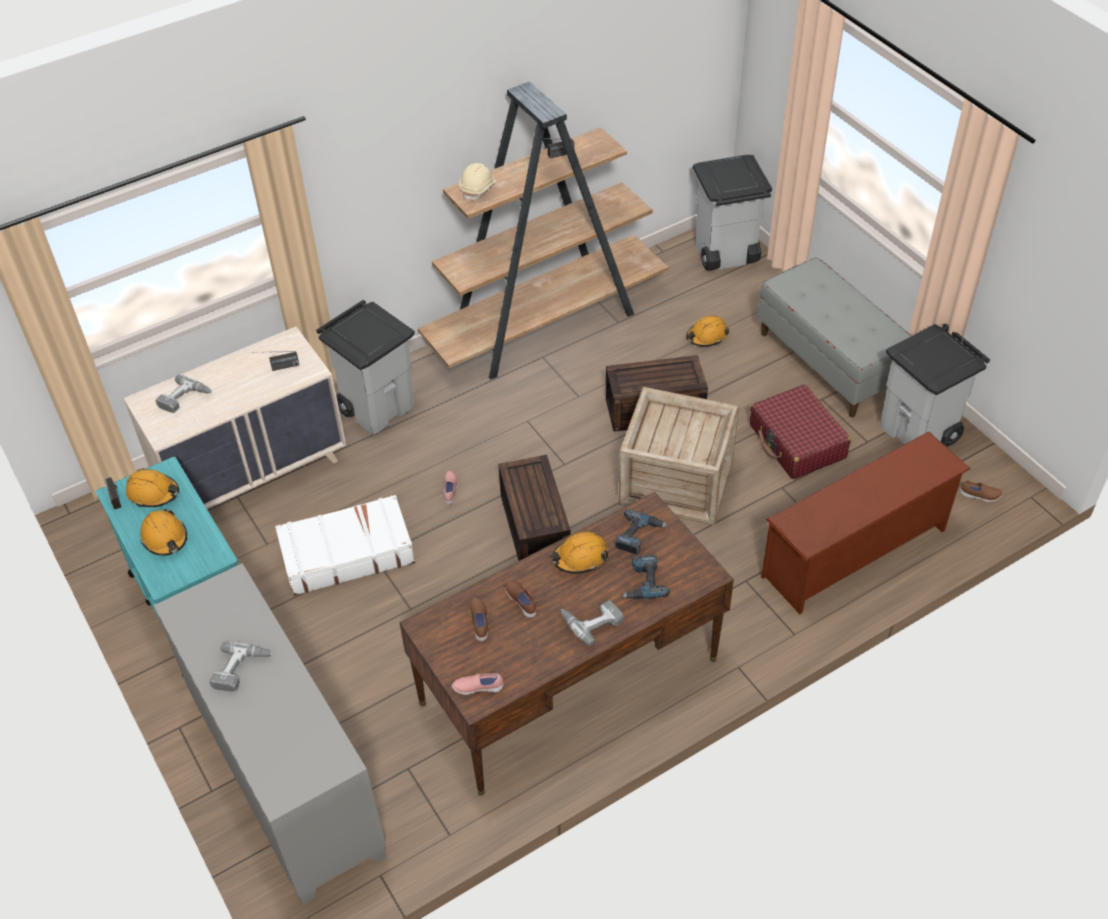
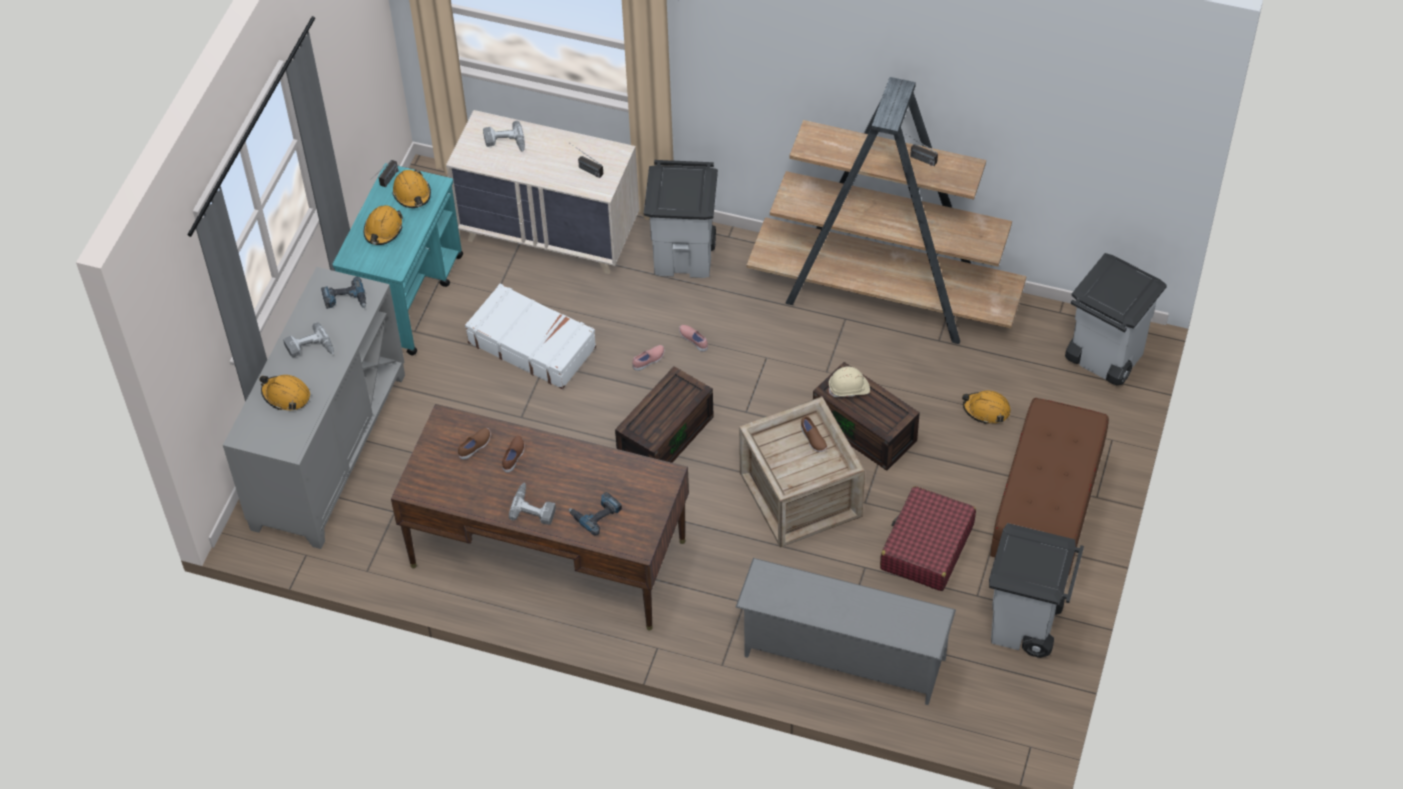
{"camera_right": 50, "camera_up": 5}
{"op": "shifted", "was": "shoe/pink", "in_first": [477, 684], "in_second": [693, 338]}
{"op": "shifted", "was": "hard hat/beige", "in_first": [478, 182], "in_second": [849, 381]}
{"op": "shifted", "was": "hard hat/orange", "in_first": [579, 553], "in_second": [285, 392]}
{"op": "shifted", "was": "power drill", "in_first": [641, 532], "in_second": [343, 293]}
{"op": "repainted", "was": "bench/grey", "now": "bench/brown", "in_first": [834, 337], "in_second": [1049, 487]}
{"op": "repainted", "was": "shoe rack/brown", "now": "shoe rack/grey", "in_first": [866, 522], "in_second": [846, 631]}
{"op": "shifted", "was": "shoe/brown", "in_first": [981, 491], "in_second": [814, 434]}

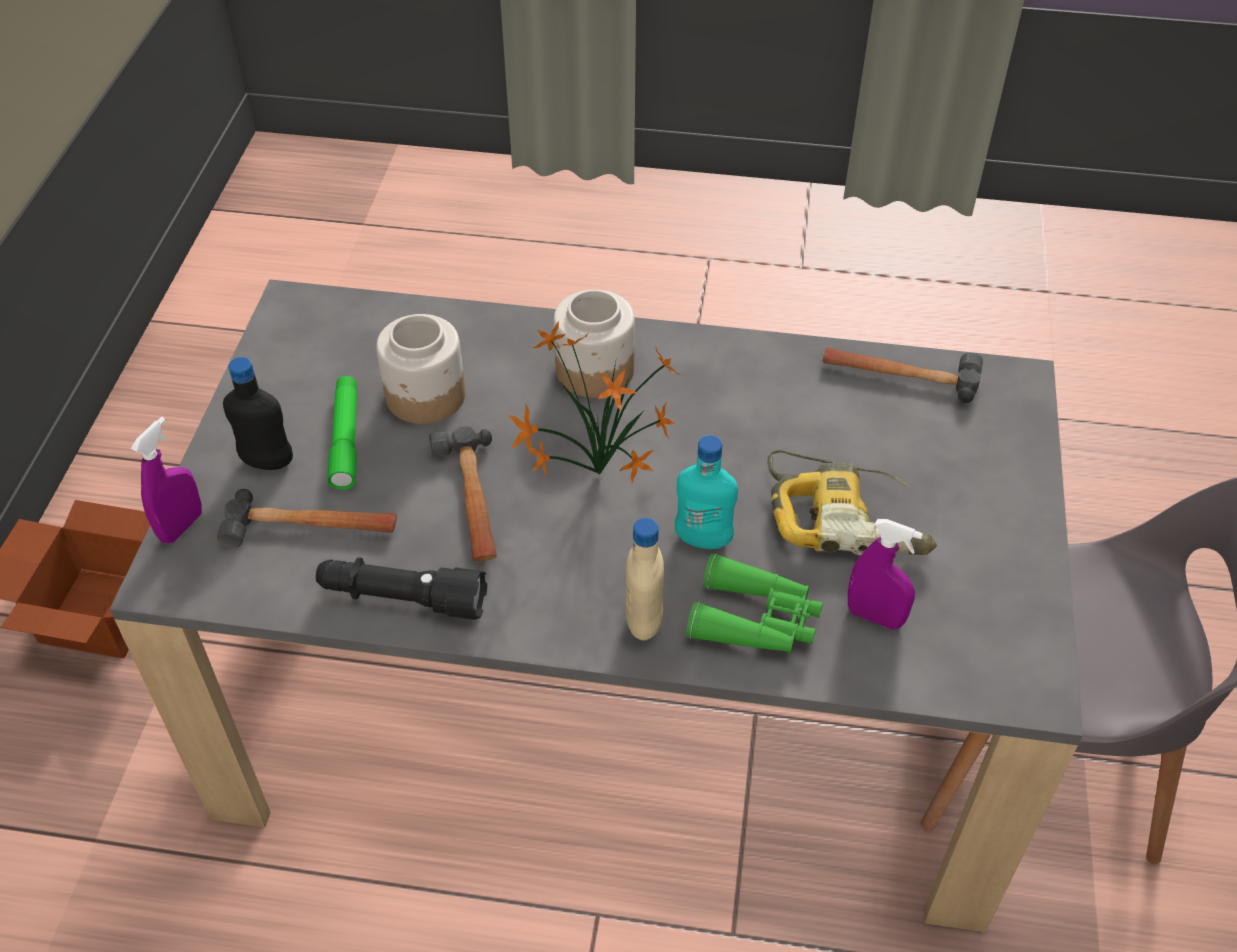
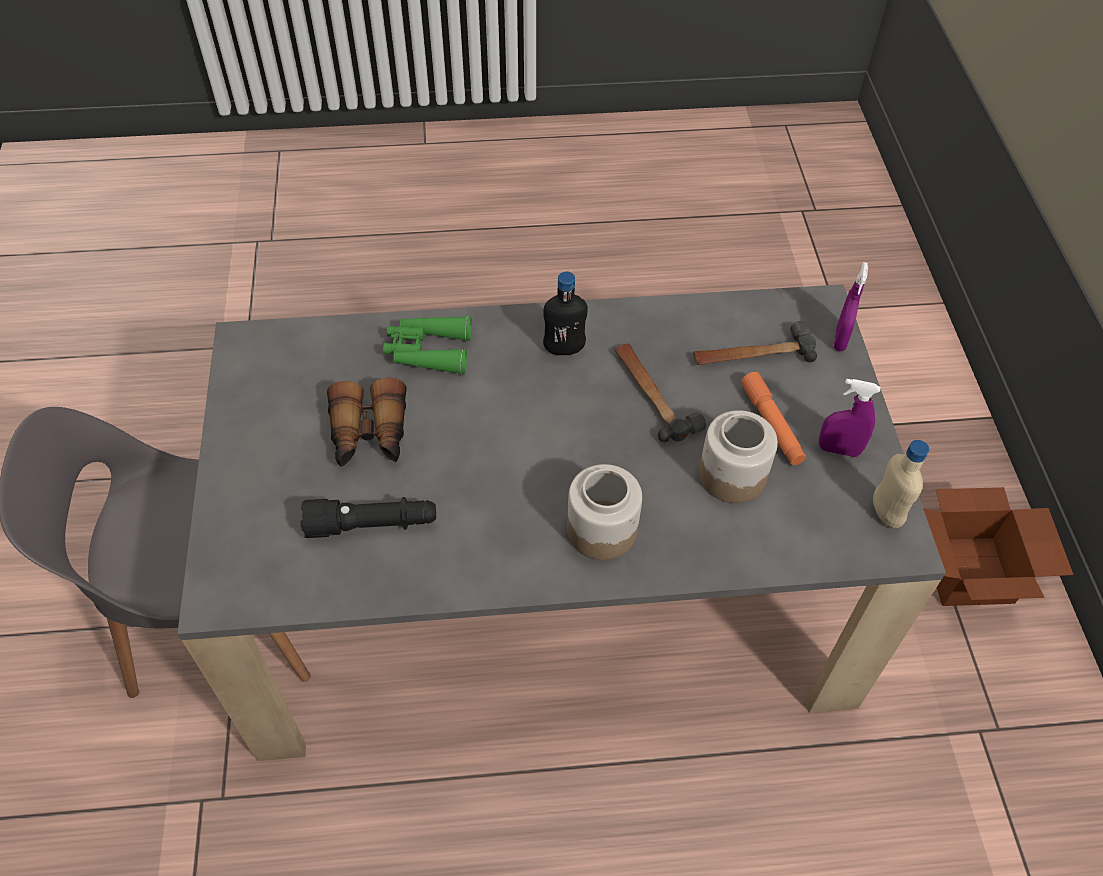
{"camera_right": 165, "camera_up": 5}
{"op": "shifted", "was": "bottle/black", "in_first": [258, 413], "in_second": [565, 313]}
{"op": "shifted", "was": "flashlight/black", "in_first": [401, 589], "in_second": [368, 517]}
{"op": "repainted", "was": "flashlight/green", "now": "flashlight/orange", "in_first": [342, 433], "in_second": [773, 418]}
{"op": "gone", "was": "potted plant", "in_first": [594, 402]}
{"op": "shifted", "was": "bottle/beige", "in_first": [645, 579], "in_second": [901, 484]}
{"op": "gone", "was": "bottle/turquoise", "in_first": [706, 492]}
{"op": "swapped", "was": "power drill", "now": "binoculars", "in_first": [852, 502], "in_second": [367, 422]}
{"op": "gone", "was": "hammer", "in_first": [902, 375]}
{"op": "shifted", "was": "spray bottle/purple", "in_first": [885, 574], "in_second": [849, 418]}

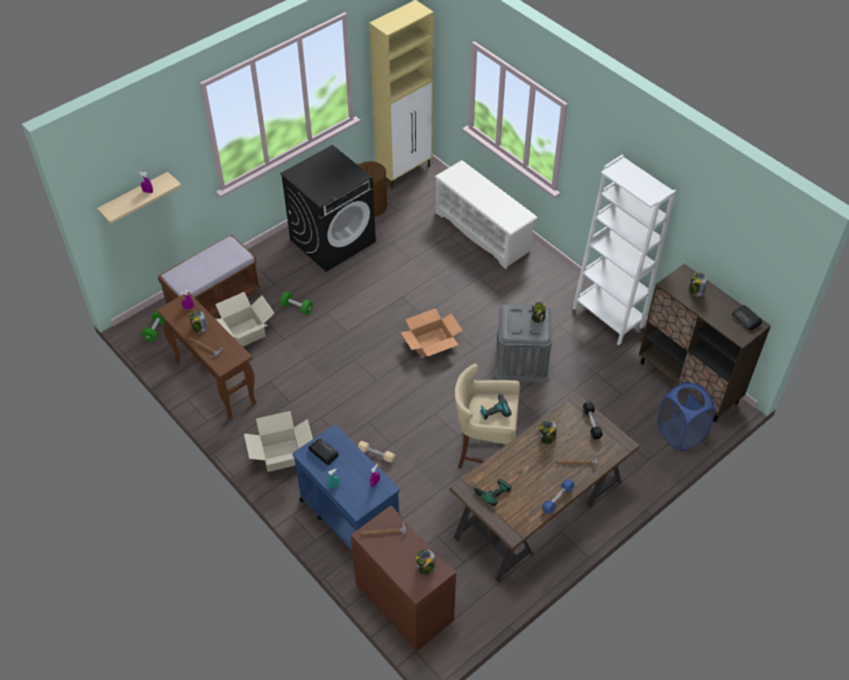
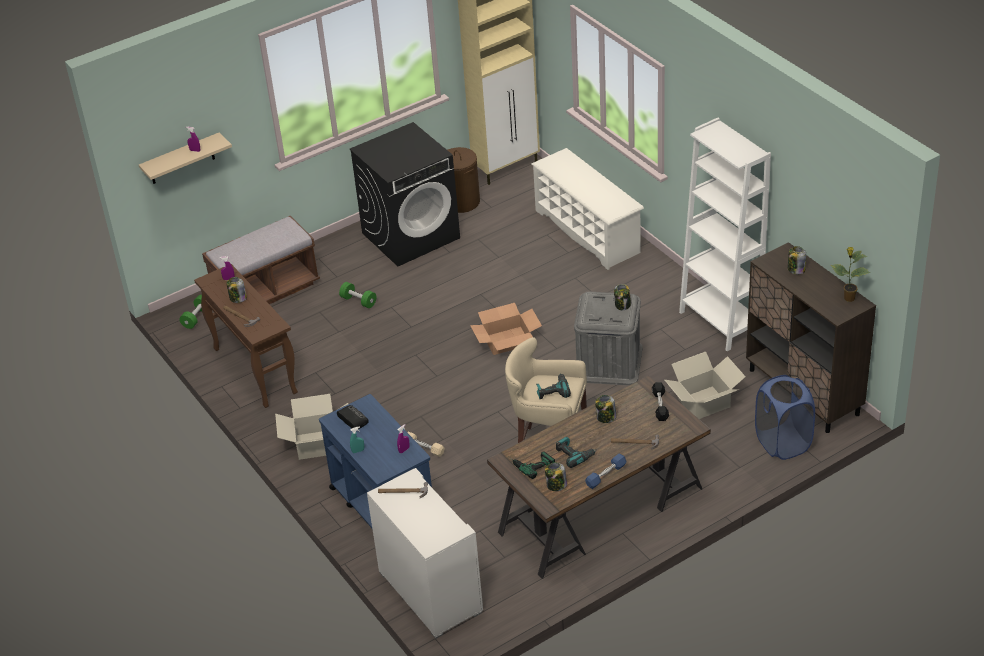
{"camera_right": 10, "camera_up": -10}
{"op": "shifted", "was": "cardboard box", "in_first": [244, 319], "in_second": [705, 385]}
{"op": "repainted", "was": "dresser/brown", "now": "dresser/white", "in_first": [403, 579], "in_second": [425, 553]}
{"op": "shifted", "was": "jar", "in_first": [426, 562], "in_second": [556, 476]}
{"op": "swapped", "was": "radio", "now": "potted plant", "in_first": [747, 317], "in_second": [850, 274]}
{"op": "new", "now": "power drill", "in_second": [576, 452]}

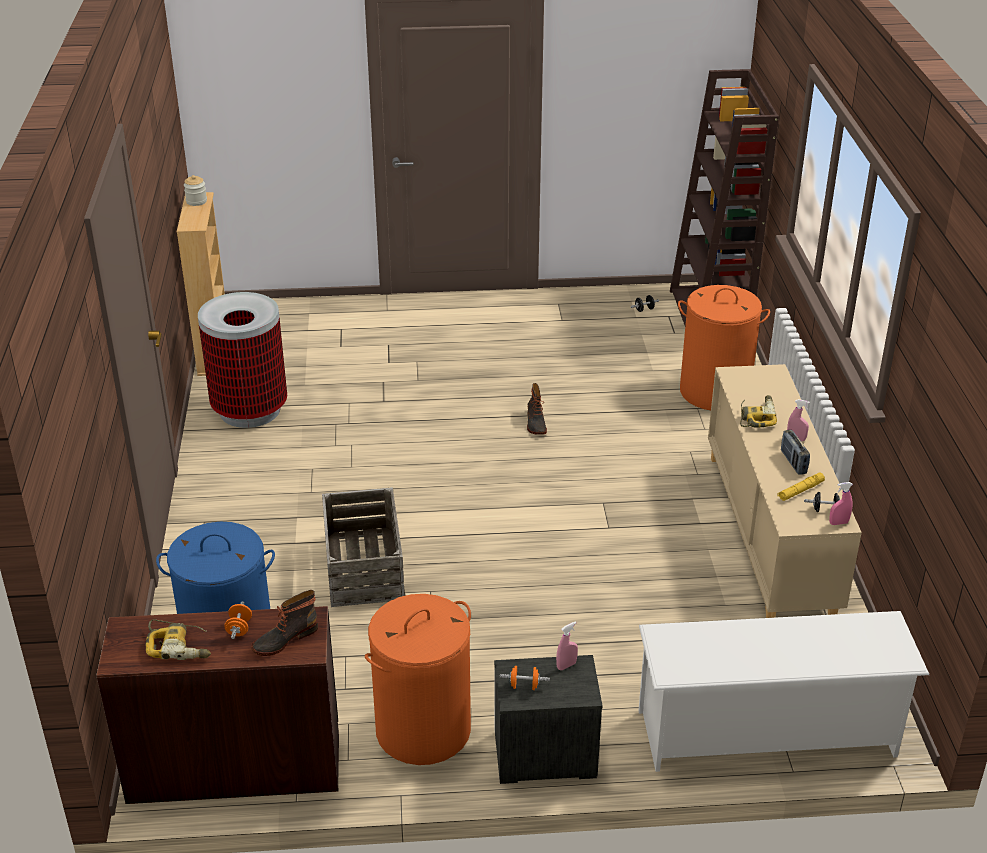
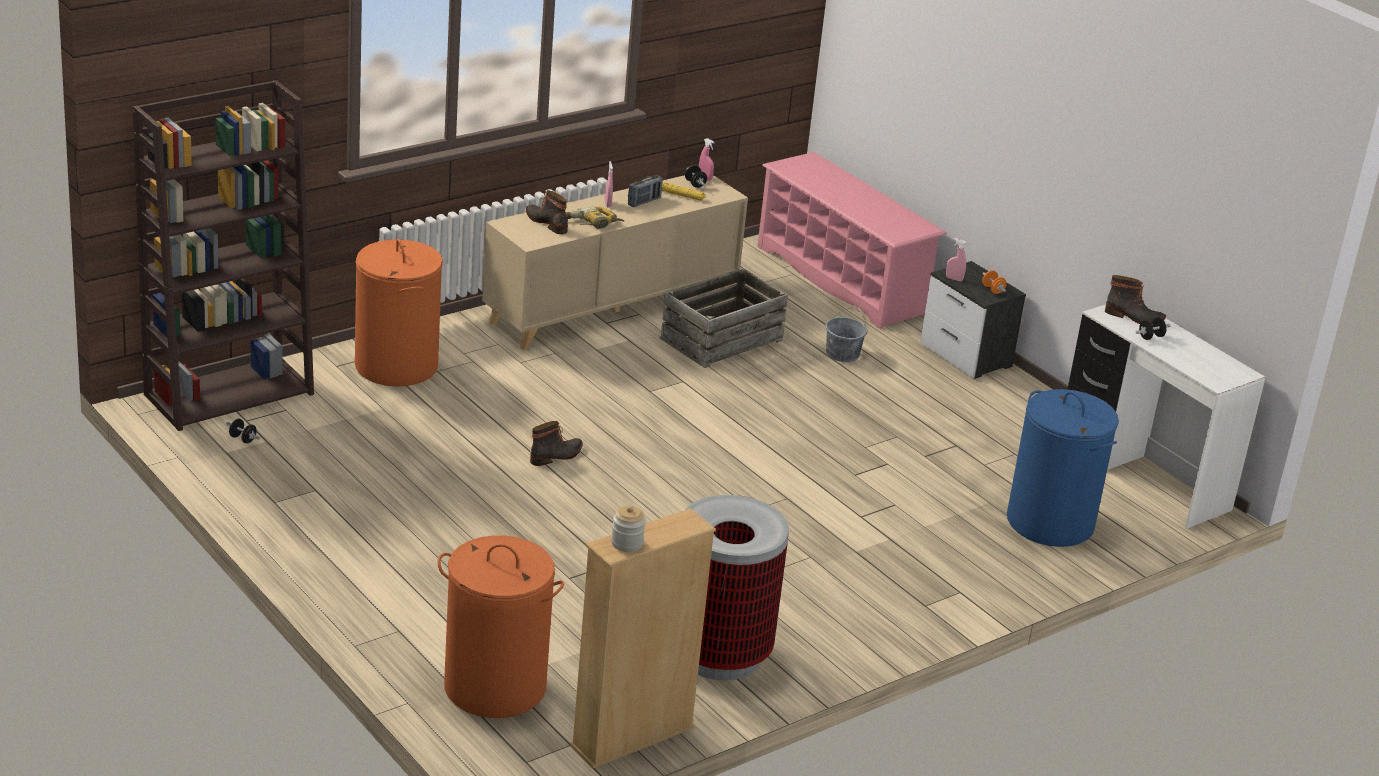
{"camera_right": -125, "camera_up": -5}
{"op": "repainted", "was": "desk/brown", "now": "desk/white", "in_first": [217, 705], "in_second": [1166, 417]}
{"op": "gone", "was": "power drill", "in_first": [178, 639]}
{"op": "repainted", "was": "dumbbell/orange", "now": "dumbbell/black", "in_first": [238, 620], "in_second": [1153, 329]}
{"op": "shifted", "was": "crate", "in_first": [364, 547], "in_second": [724, 318]}
{"op": "shifted", "was": "laundry basket/orange", "in_first": [418, 679], "in_second": [501, 626]}
{"op": "repainted", "was": "shoe rack/white", "now": "shoe rack/pink", "in_first": [783, 691], "in_second": [852, 240]}
{"op": "new", "now": "boot", "in_second": [547, 212]}
{"op": "new", "now": "bucket/grey", "in_second": [846, 335]}

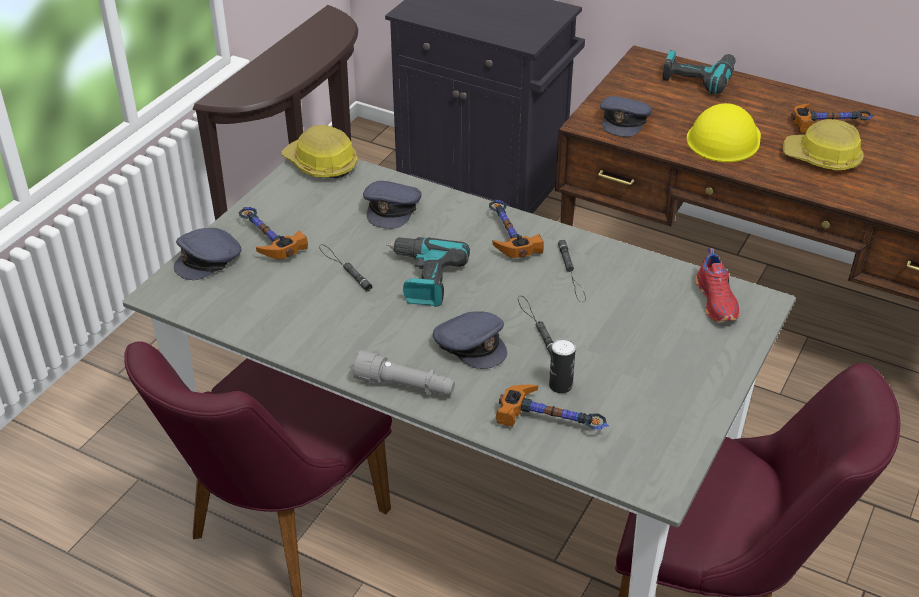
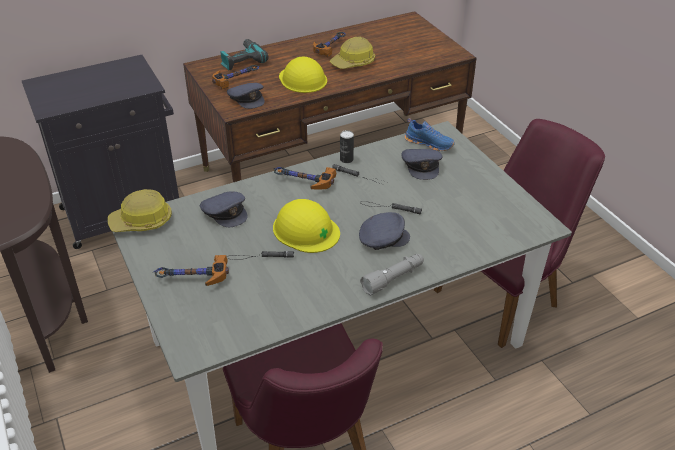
{"camera_right": -55, "camera_up": 0}
{"op": "shifted", "was": "cap/grey", "in_first": [208, 254], "in_second": [421, 164]}
{"op": "swapped", "was": "power drill", "now": "hard hat/yellow", "in_first": [428, 272], "in_second": [306, 226]}
{"op": "shifted", "was": "hammer", "in_first": [552, 407], "in_second": [236, 77]}
{"op": "shifted", "was": "can", "in_first": [562, 365], "in_second": [347, 146]}
{"op": "repainted", "was": "shoe/red", "now": "shoe/blue", "in_first": [717, 285], "in_second": [430, 134]}

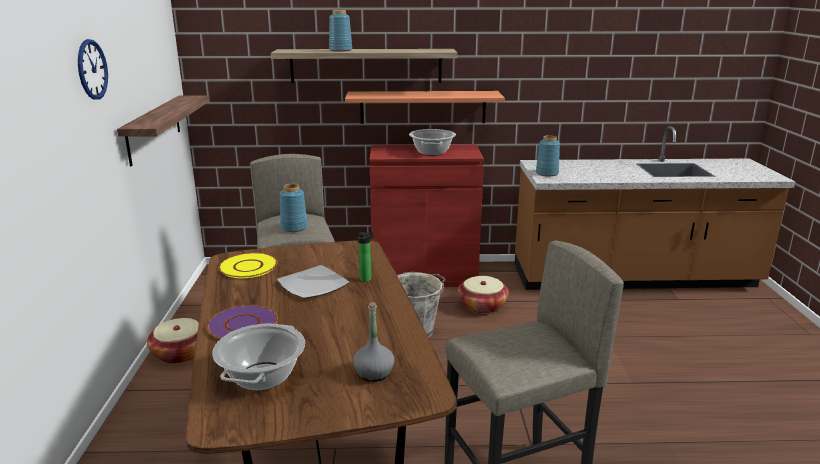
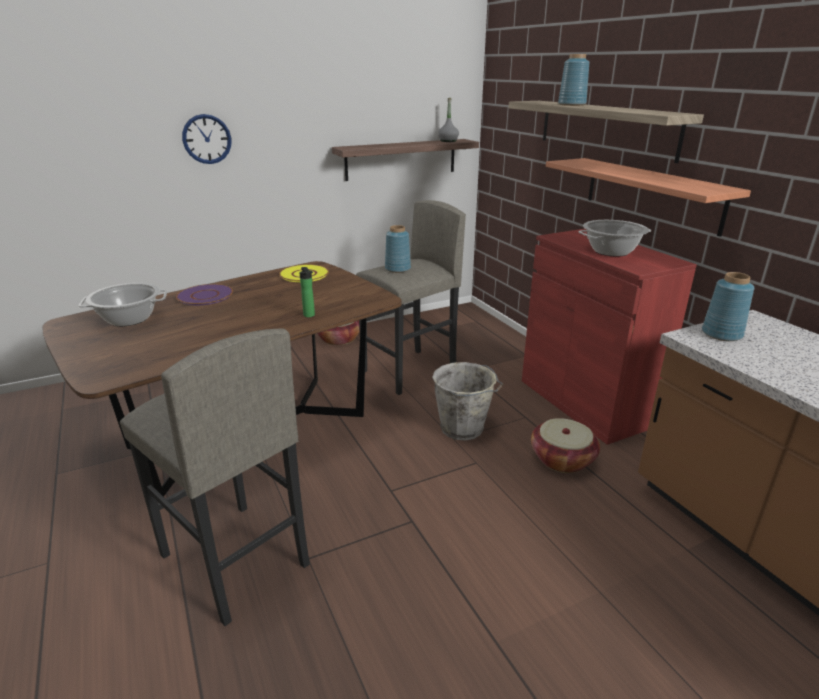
{"camera_right": 65, "camera_up": 5}
{"op": "shifted", "was": "wall clock", "in_first": [93, 69], "in_second": [206, 139]}
{"op": "gone", "was": "plate", "in_first": [313, 282]}
{"op": "shifted", "was": "bottle/grey", "in_first": [373, 342], "in_second": [448, 120]}

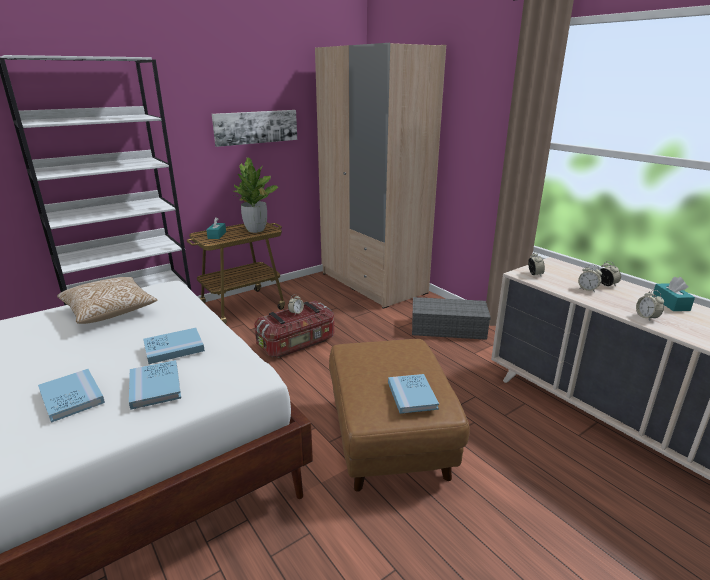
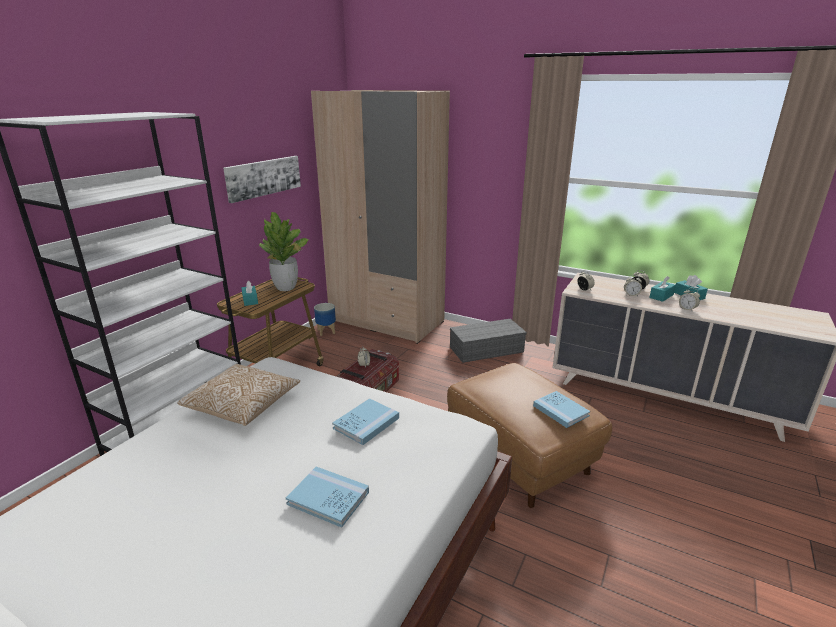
{"camera_right": -25, "camera_up": 0}
{"op": "gone", "was": "book/blue", "in_first": [155, 385]}
{"op": "new", "now": "planter", "in_second": [325, 319]}
{"op": "new", "now": "tissue box/turquoise", "in_second": [662, 289]}

